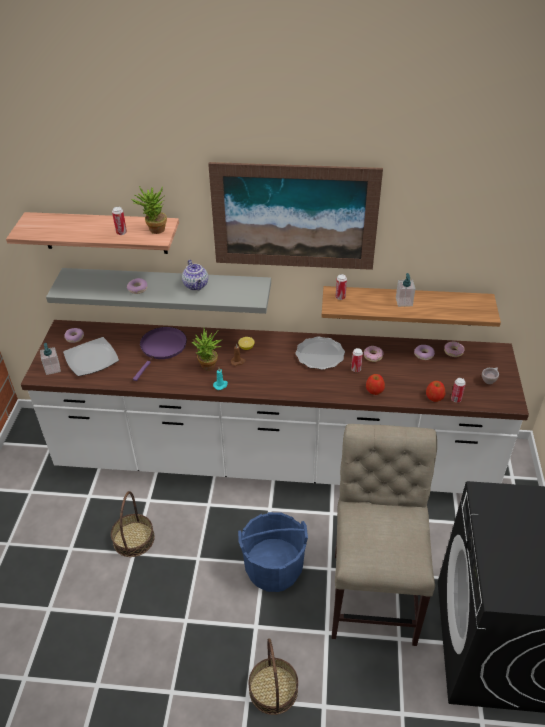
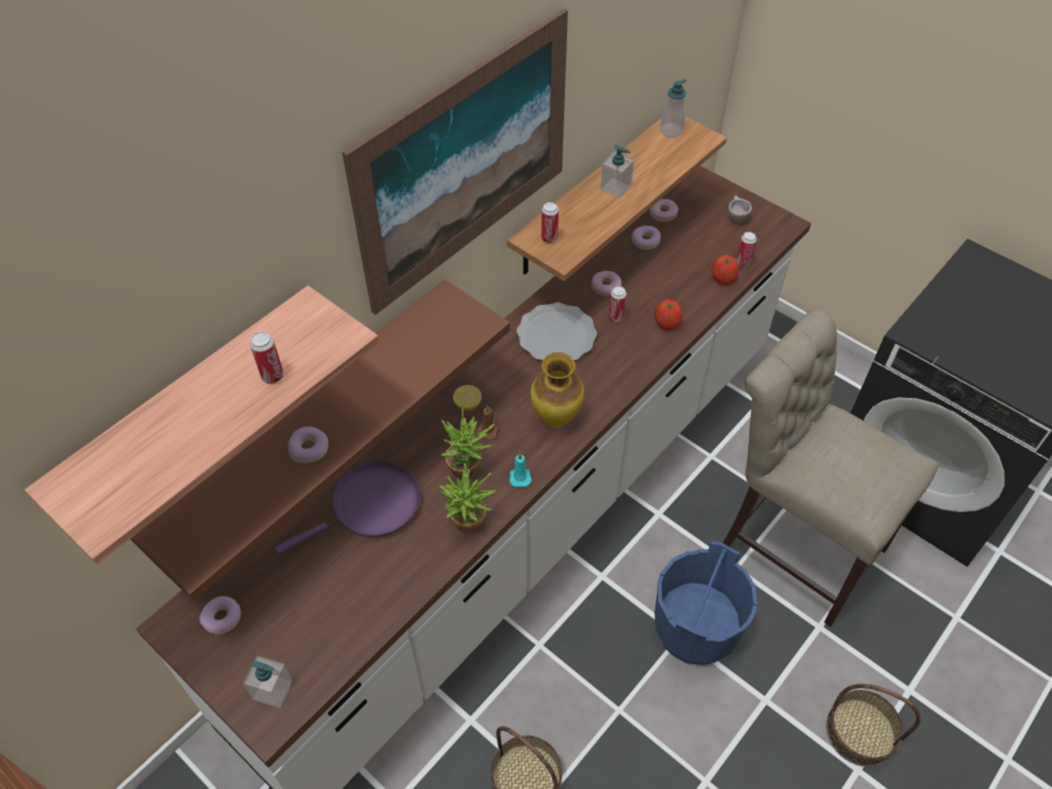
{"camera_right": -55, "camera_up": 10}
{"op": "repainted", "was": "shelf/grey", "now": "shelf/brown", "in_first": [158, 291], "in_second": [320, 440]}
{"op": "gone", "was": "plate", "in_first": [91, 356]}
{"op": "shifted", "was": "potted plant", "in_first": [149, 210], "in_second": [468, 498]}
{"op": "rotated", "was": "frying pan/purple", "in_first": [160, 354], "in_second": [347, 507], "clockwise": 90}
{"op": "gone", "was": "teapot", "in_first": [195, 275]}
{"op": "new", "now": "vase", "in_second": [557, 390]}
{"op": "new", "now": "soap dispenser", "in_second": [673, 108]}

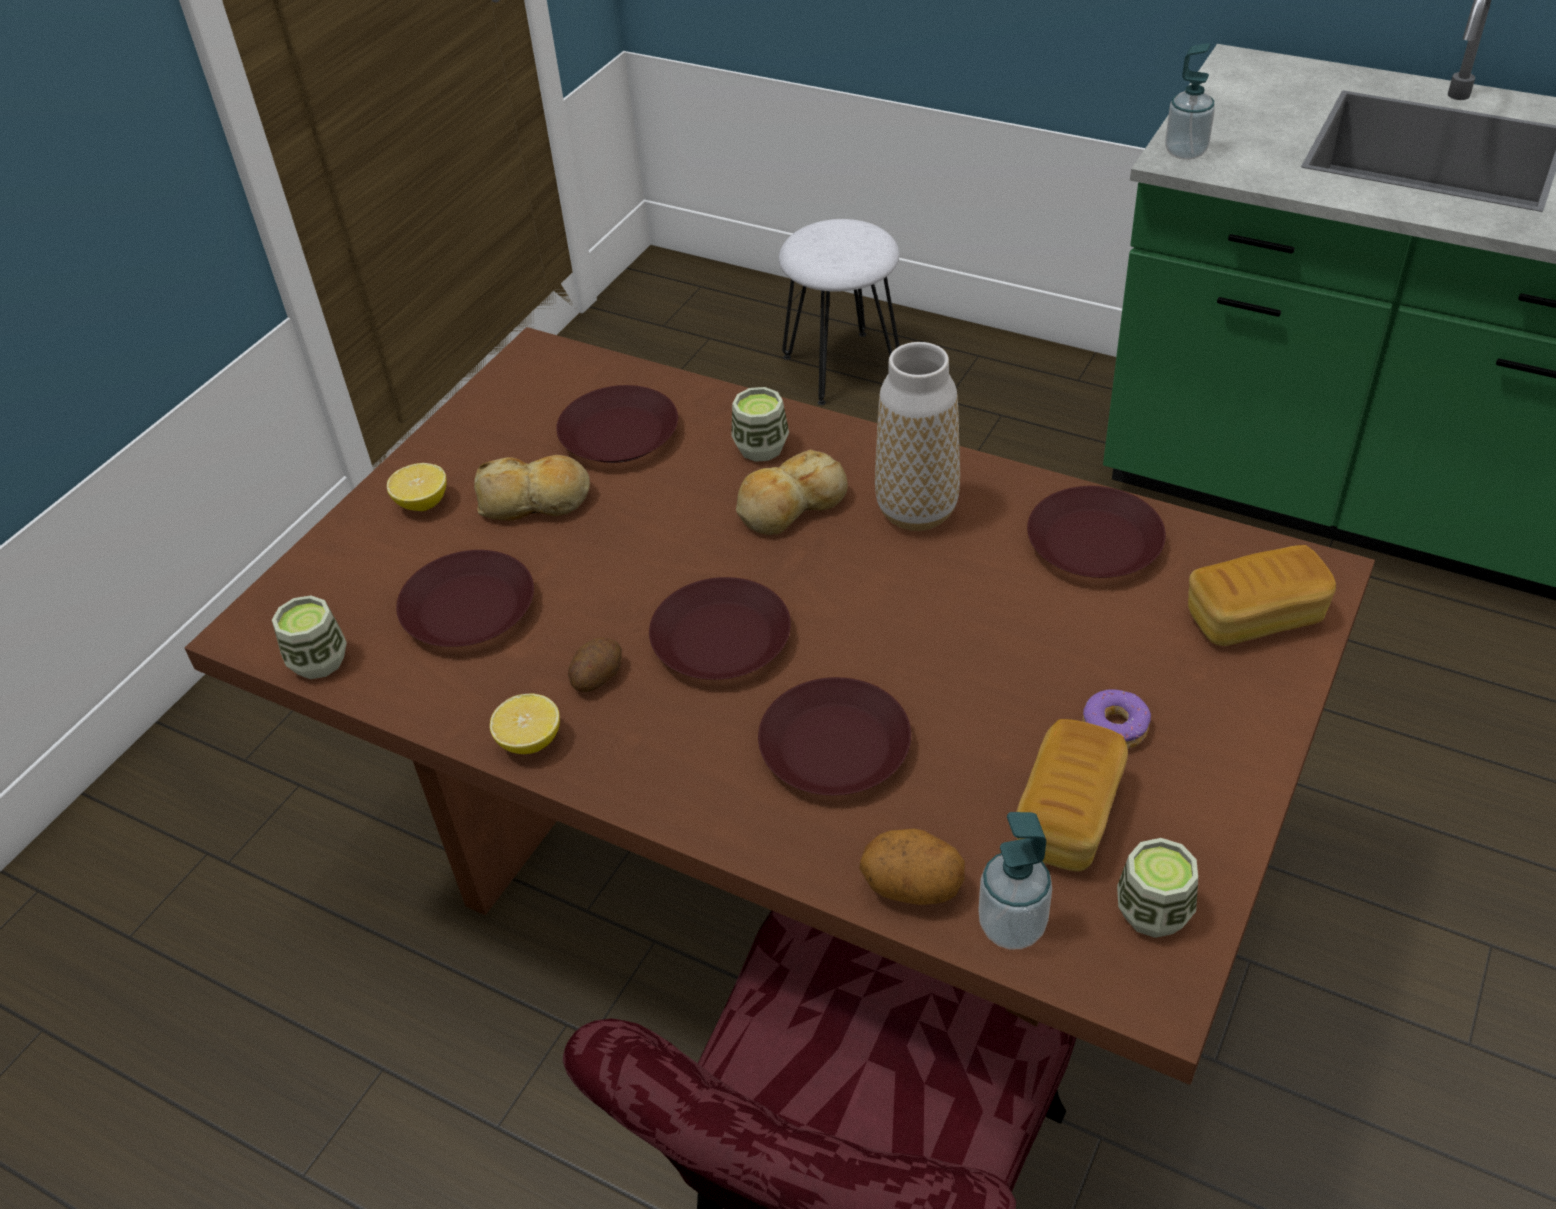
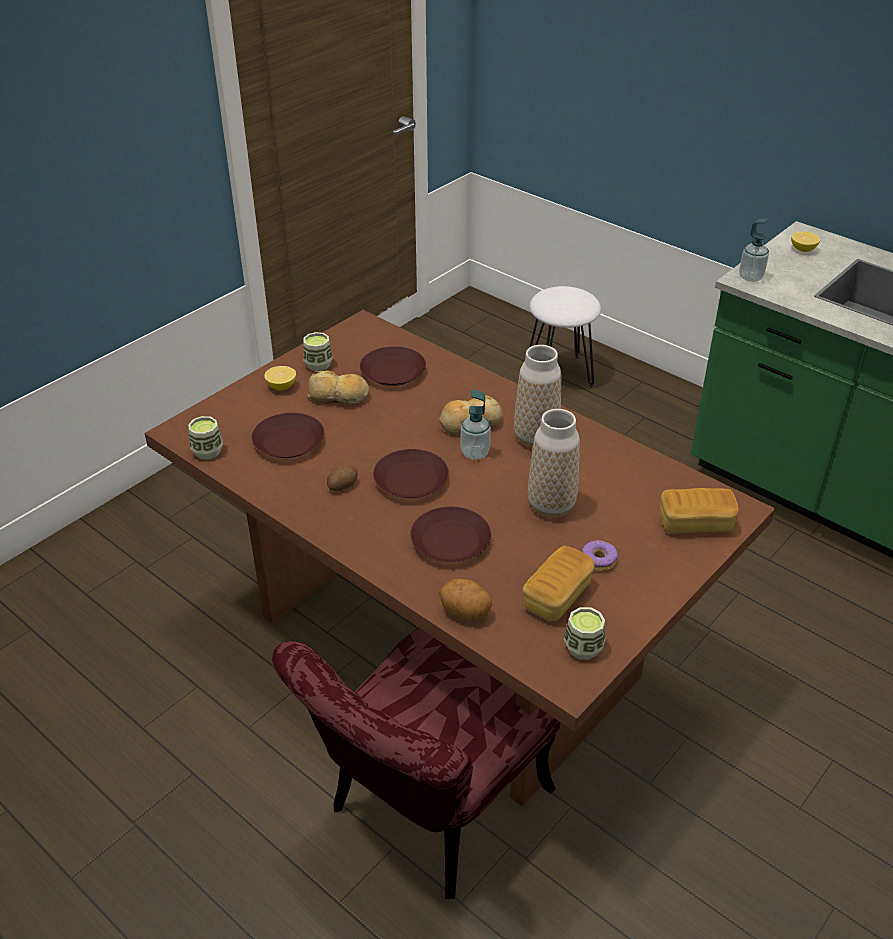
{"camera_right": 10, "camera_up": -5}
{"op": "shifted", "was": "lemon", "in_first": [525, 723], "in_second": [805, 241]}
{"op": "shifted", "was": "cup", "in_first": [760, 424], "in_second": [318, 351]}
{"op": "shifted", "was": "soap dispenser", "in_first": [1015, 880], "in_second": [475, 424]}
{"op": "gone", "was": "plate/brown", "in_first": [1096, 532]}
{"op": "new", "now": "vase", "in_second": [554, 463]}

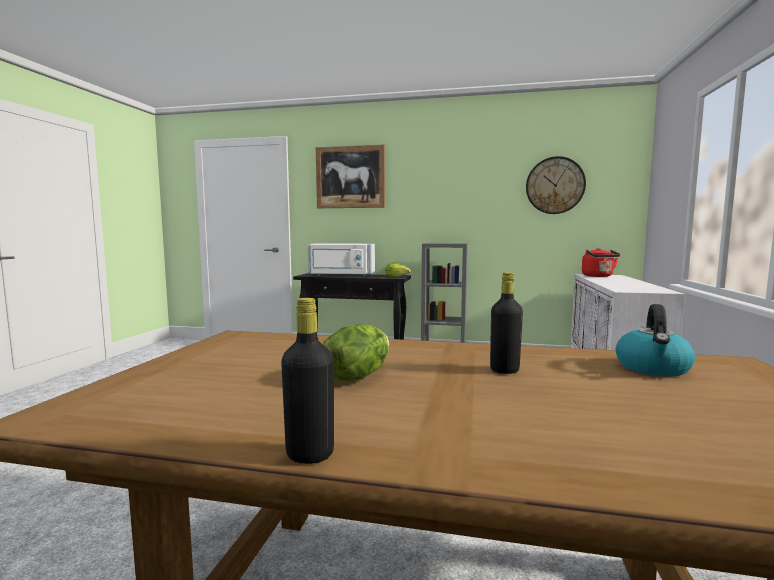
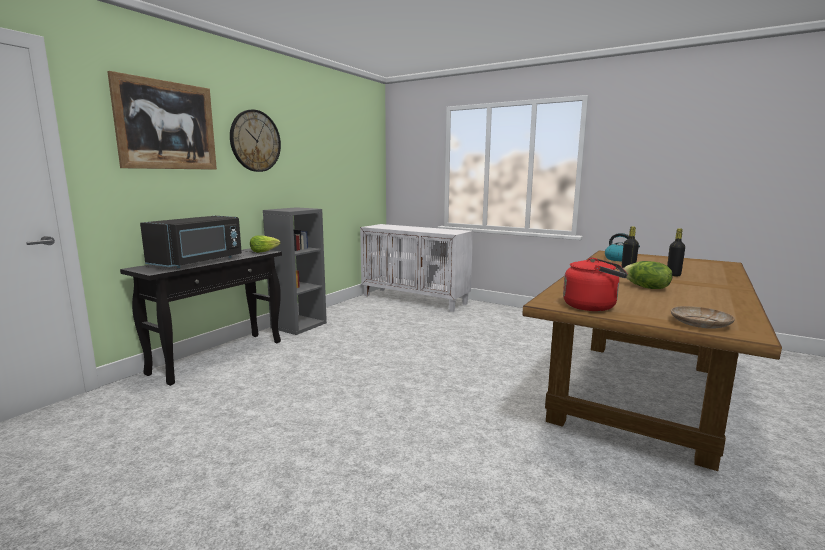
{"camera_right": -70, "camera_up": 5}
{"op": "shifted", "was": "bottle/black", "in_first": [307, 381], "in_second": [676, 252]}
{"op": "repainted", "was": "microwave/white", "now": "microwave/black", "in_first": [341, 260], "in_second": [191, 242]}
{"op": "shifted", "was": "wall clock", "in_first": [556, 185], "in_second": [255, 140]}
{"op": "shifted", "was": "kettle/red", "in_first": [601, 262], "in_second": [595, 284]}
{"op": "new", "now": "plate/beige", "in_second": [703, 317]}

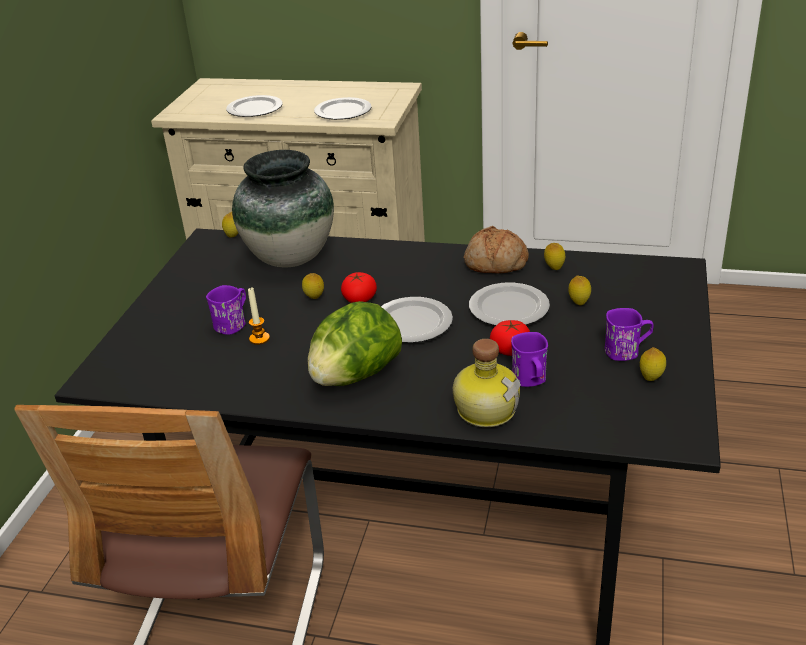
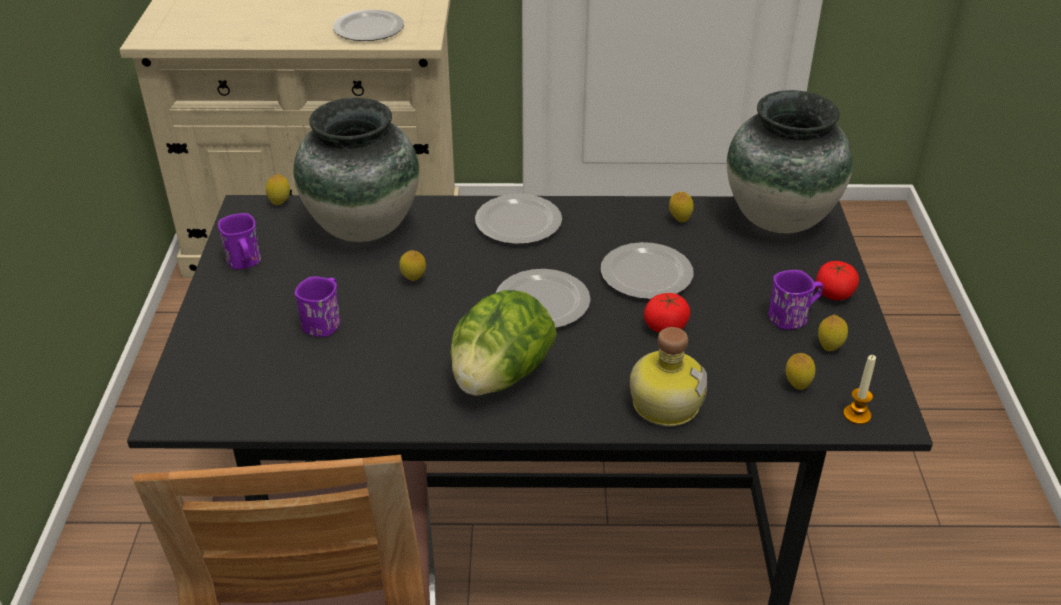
{"camera_right": -15, "camera_up": 5}
{"op": "shifted", "was": "plate", "in_first": [254, 106], "in_second": [518, 219]}
{"op": "shifted", "was": "candle", "in_first": [259, 316], "in_second": [859, 390]}
{"op": "shifted", "was": "tomato", "in_first": [359, 287], "in_second": [837, 280]}
{"op": "gone", "was": "bread", "in_first": [496, 249]}
{"op": "shifted", "was": "mug/purple", "in_first": [529, 359], "in_second": [239, 241]}
{"op": "shifted", "was": "lemon", "in_first": [579, 290], "in_second": [800, 371]}
{"op": "new", "now": "vase", "in_second": [790, 161]}

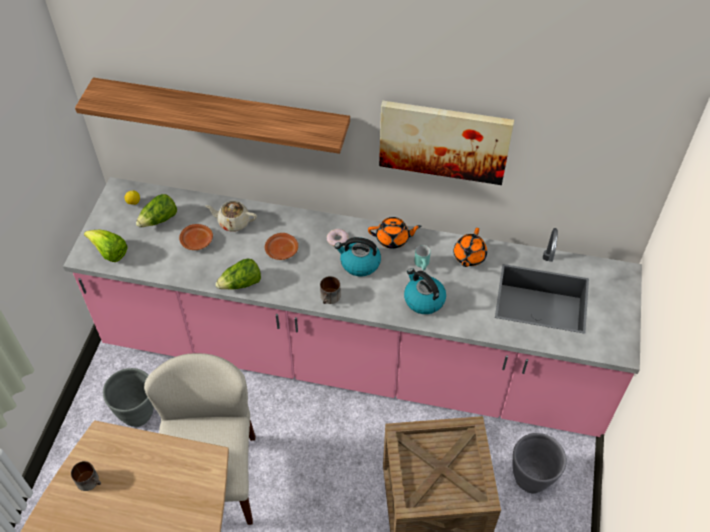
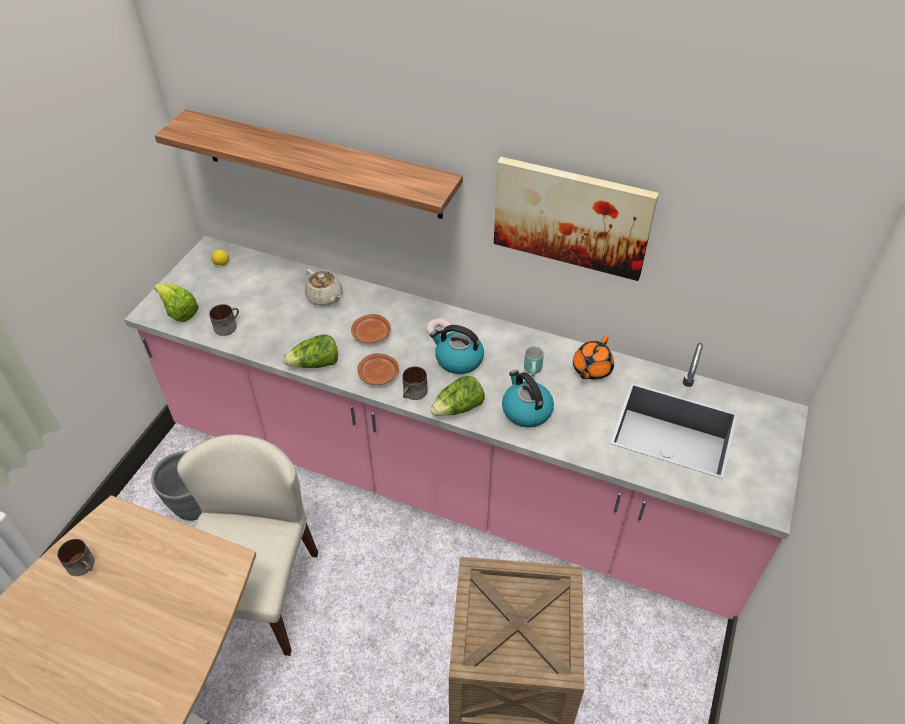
{"camera_right": 10, "camera_up": -5}
{"op": "shifted", "was": "lettuce", "in_first": [156, 210], "in_second": [457, 396]}
{"op": "shifted", "was": "plate/brown", "in_first": [196, 237], "in_second": [378, 369]}
{"op": "rotated", "was": "teapot/beige", "in_first": [231, 216], "in_second": [323, 287], "clockwise": -150}
{"op": "gone", "was": "teapot/orange", "in_first": [395, 233]}
{"op": "gone", "was": "planter/grey", "in_first": [539, 463]}
{"op": "new", "now": "mug", "in_second": [224, 320]}

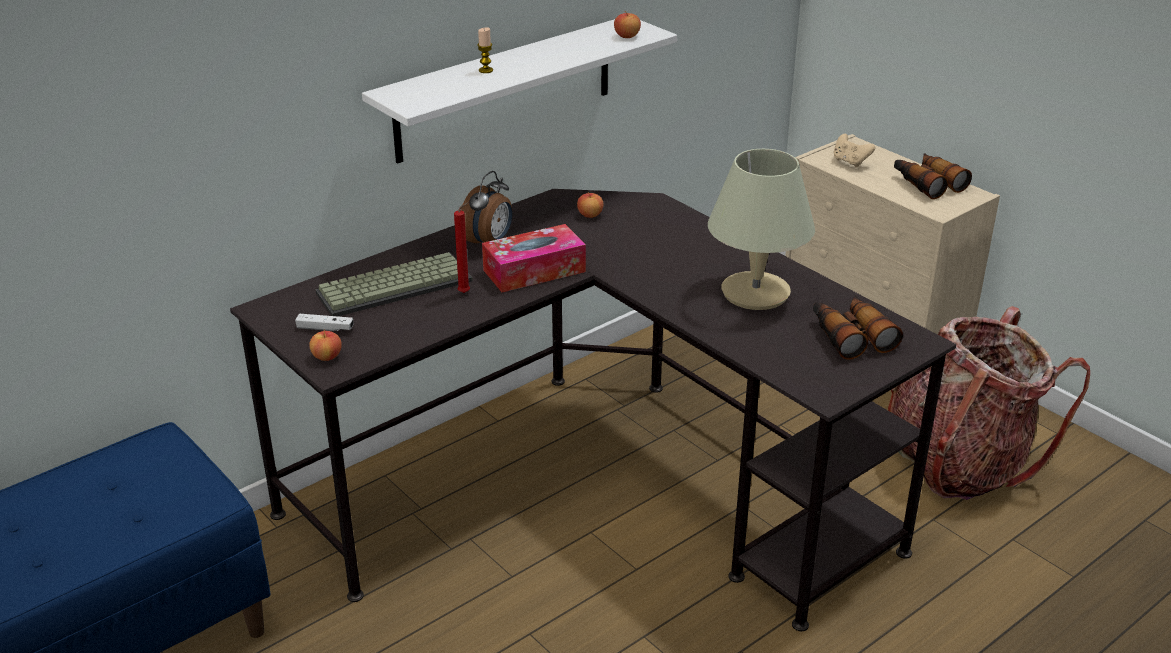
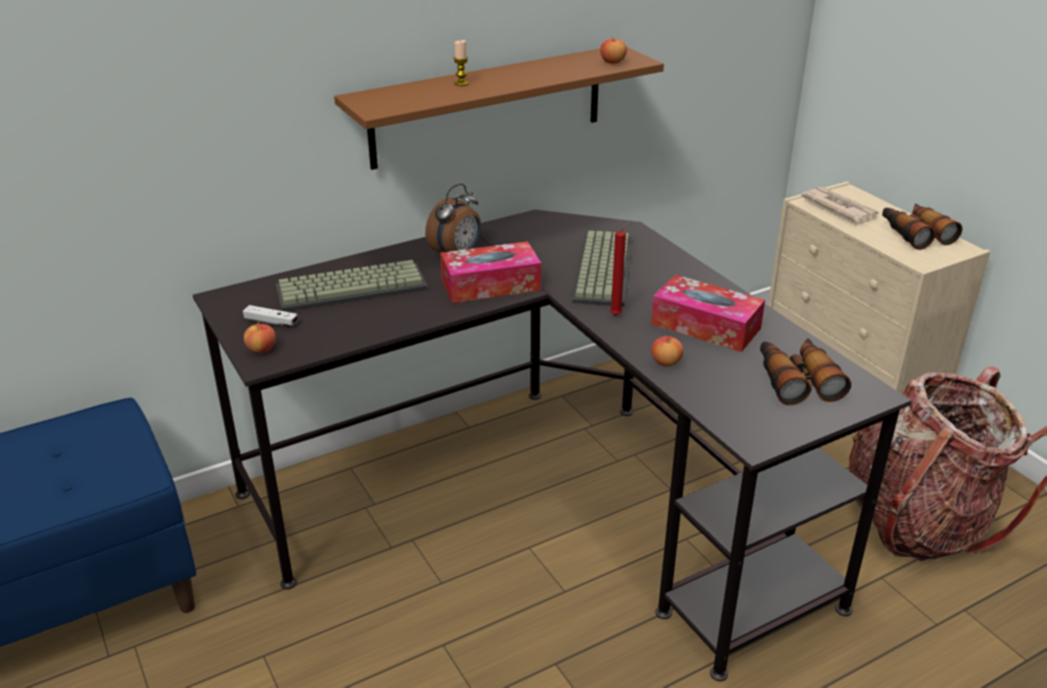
{"camera_right": 10, "camera_up": 0}
{"op": "repainted", "was": "shelf/white", "now": "shelf/brown", "in_first": [519, 91], "in_second": [499, 108]}
{"op": "shifted", "was": "candle/red", "in_first": [462, 247], "in_second": [621, 269]}
{"op": "shifted", "was": "apple", "in_first": [590, 205], "in_second": [667, 351]}
{"op": "swapped", "was": "table lamp/beige", "now": "tissue box", "in_first": [761, 229], "in_second": [708, 313]}
{"op": "swapped", "was": "game controller/beige", "now": "newspaper", "in_first": [854, 151], "in_second": [840, 204]}
{"op": "new", "now": "keyboard", "in_second": [602, 268]}

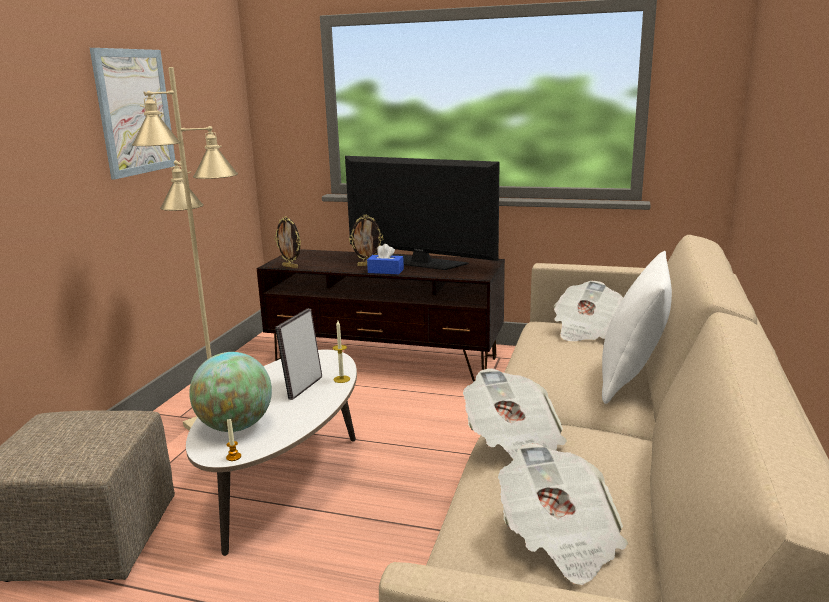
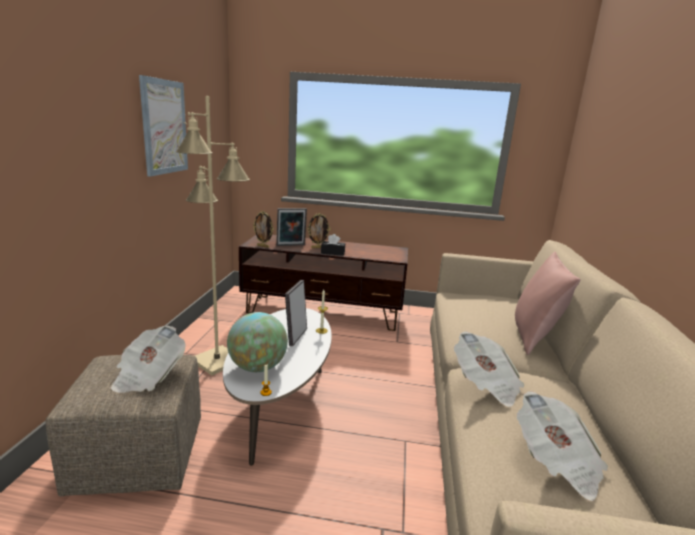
{"camera_right": -10, "camera_up": 0}
{"op": "gone", "was": "television", "in_first": [422, 213]}
{"op": "repainted", "was": "tissue box/blue", "now": "tissue box/black", "in_first": [385, 259], "in_second": [333, 245]}
{"op": "shifted", "was": "newspaper", "in_first": [588, 311], "in_second": [148, 359]}
{"op": "repainted", "was": "pillow/white", "now": "pillow/pink", "in_first": [637, 327], "in_second": [548, 303]}
{"op": "new", "now": "picture frame", "in_second": [291, 227]}

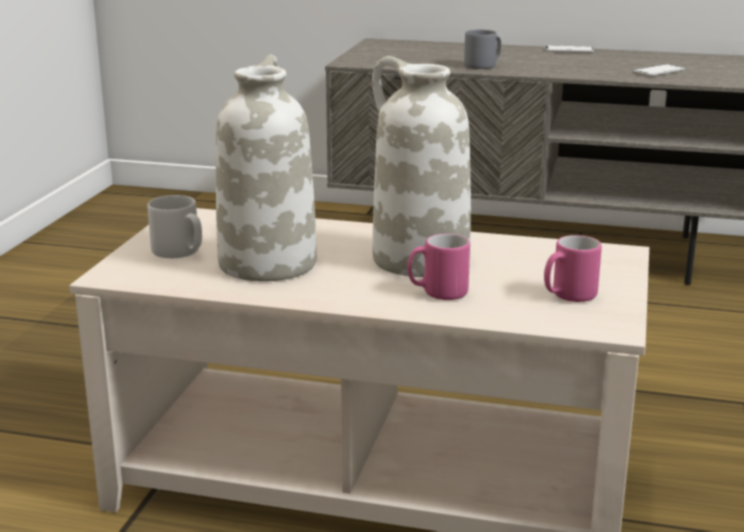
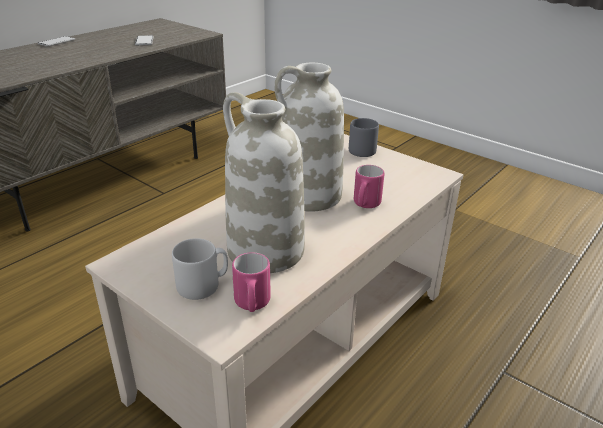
{"camera_right": -65, "camera_up": 10}
{"op": "shifted", "was": "mug/grey", "in_first": [482, 49], "in_second": [364, 137]}
{"op": "shifted", "was": "mug/pink", "in_first": [573, 268], "in_second": [251, 282]}

